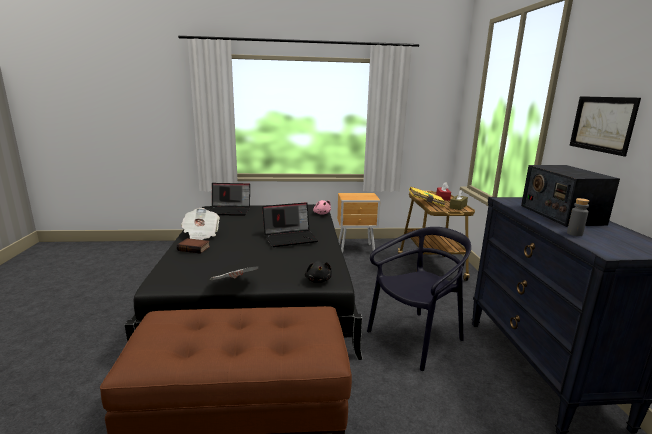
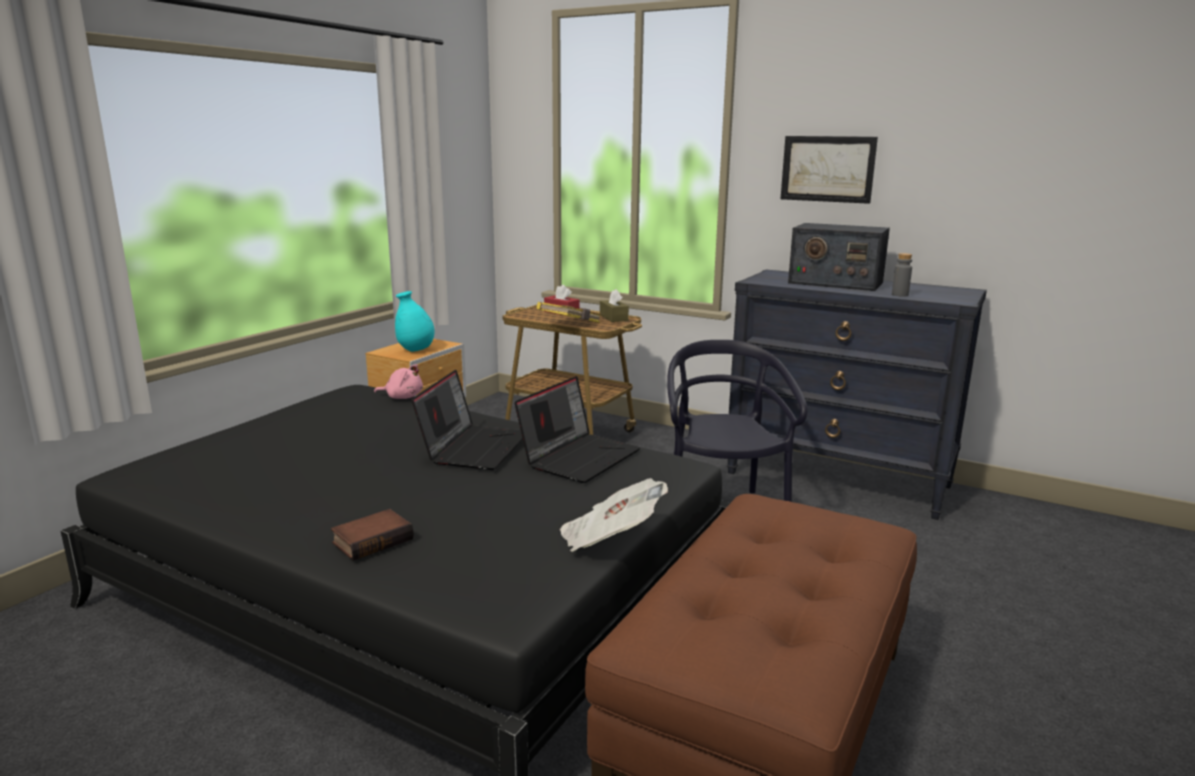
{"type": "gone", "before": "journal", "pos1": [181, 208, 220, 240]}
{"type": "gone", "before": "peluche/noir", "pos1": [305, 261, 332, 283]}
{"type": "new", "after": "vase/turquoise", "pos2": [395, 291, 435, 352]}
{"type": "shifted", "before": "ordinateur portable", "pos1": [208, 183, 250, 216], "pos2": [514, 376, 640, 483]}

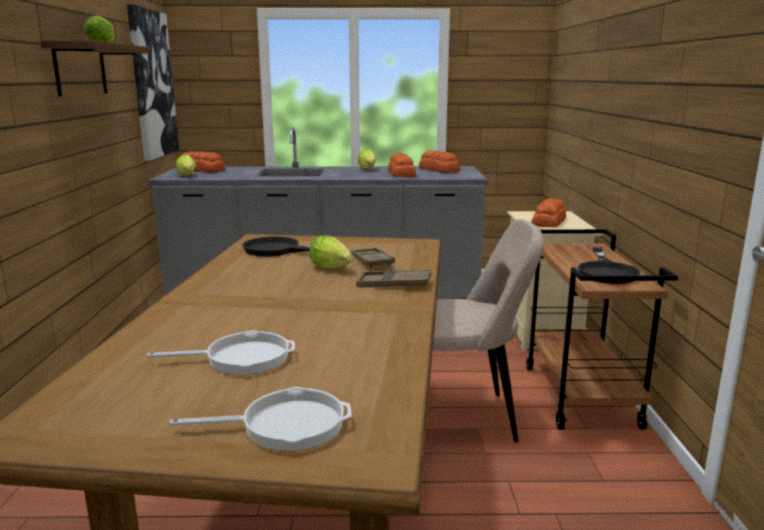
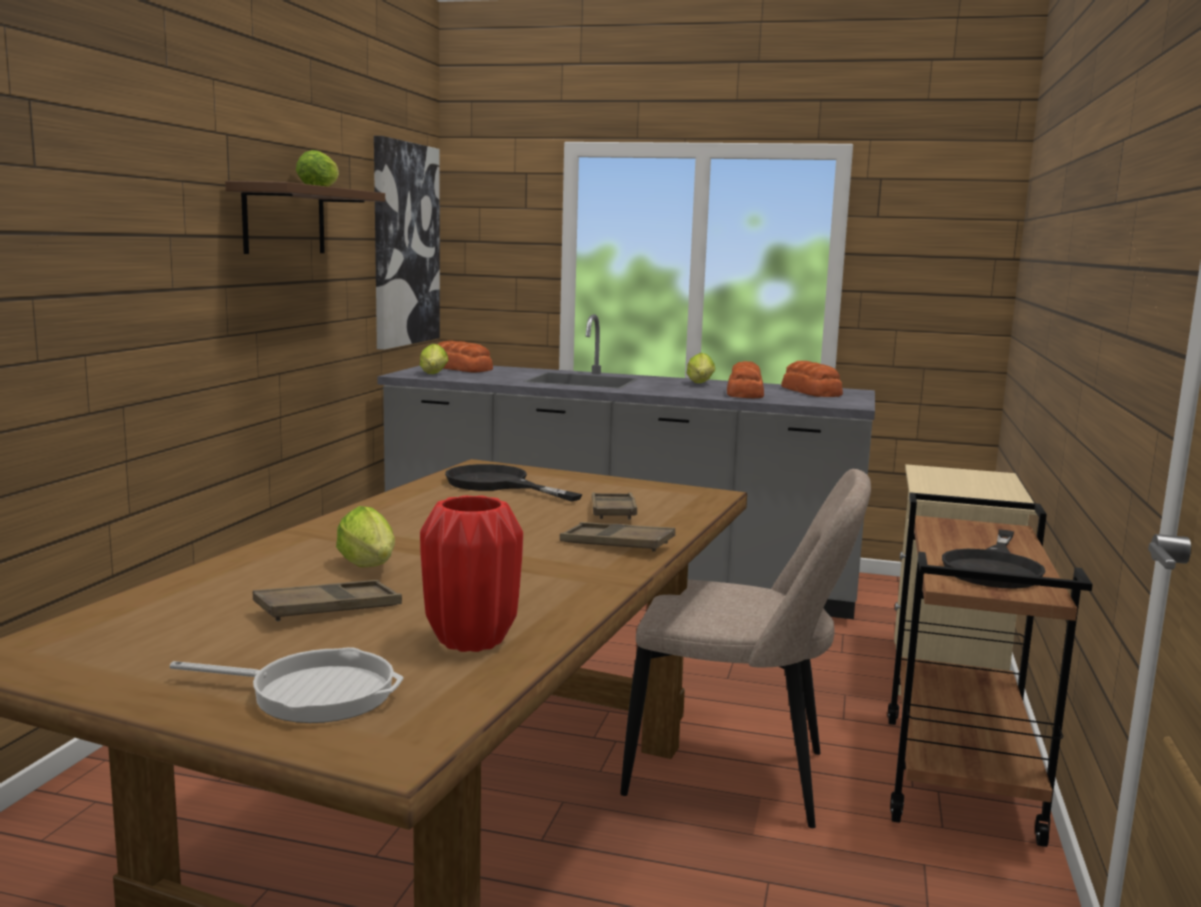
{"type": "gone", "before": "pain", "pos1": [531, 198, 566, 227]}
{"type": "new", "after": "vase/rouge", "pos2": [420, 495, 523, 652]}
{"type": "shifted", "before": "laitue", "pos1": [309, 235, 352, 269], "pos2": [336, 506, 395, 568]}
{"type": "swapped", "before": "poêle", "after": "plateau/marron", "pos1": [147, 330, 295, 375], "pos2": [253, 580, 402, 621]}

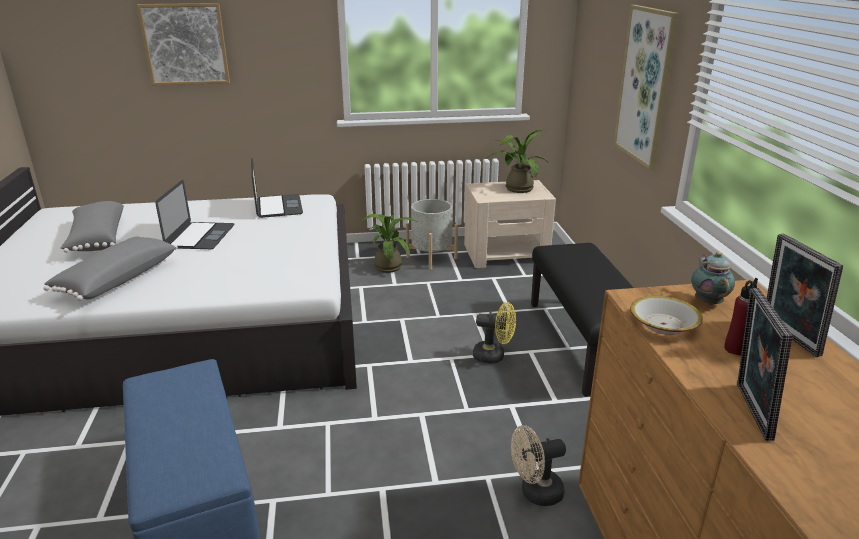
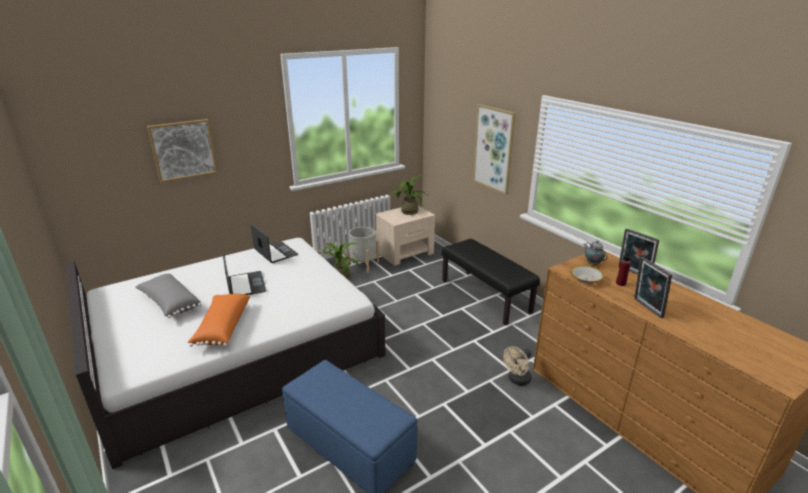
{"type": "gone", "before": "ventilateur/jaune", "pos1": [473, 302, 516, 364]}
{"type": "repainted", "before": "coussin/gris", "after": "coussin/orange", "pos1": [43, 236, 178, 300], "pos2": [188, 294, 250, 347]}

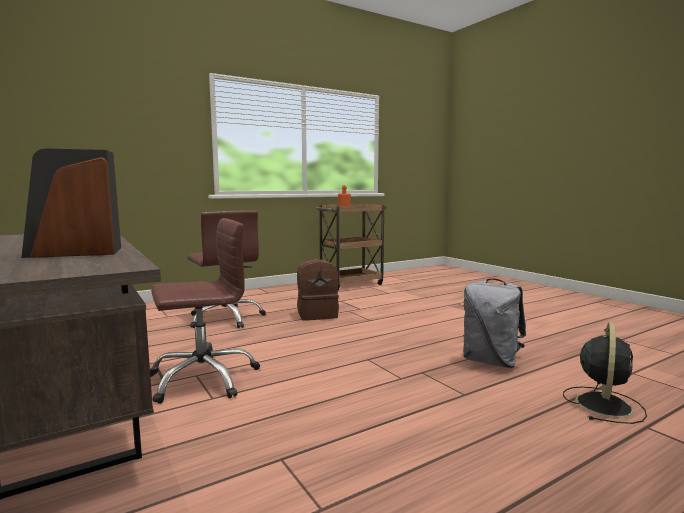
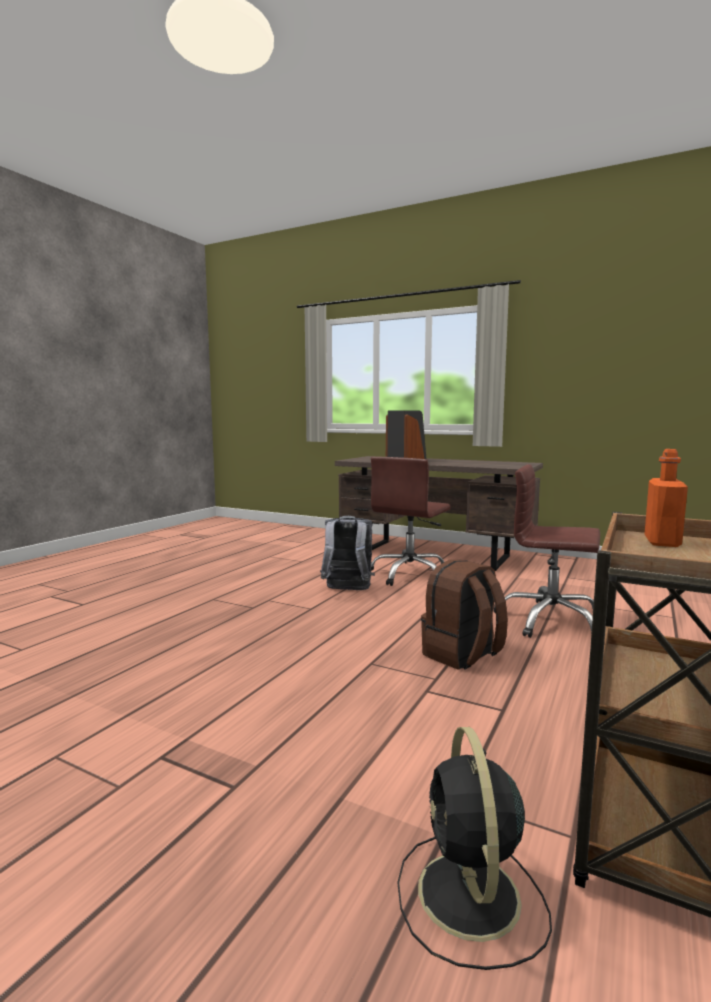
{"type": "shifted", "before": "sac à dos/gris", "pos1": [463, 278, 526, 368], "pos2": [320, 516, 375, 590]}
{"type": "shifted", "before": "ventilateur/noir", "pos1": [563, 322, 647, 424], "pos2": [397, 727, 552, 970]}

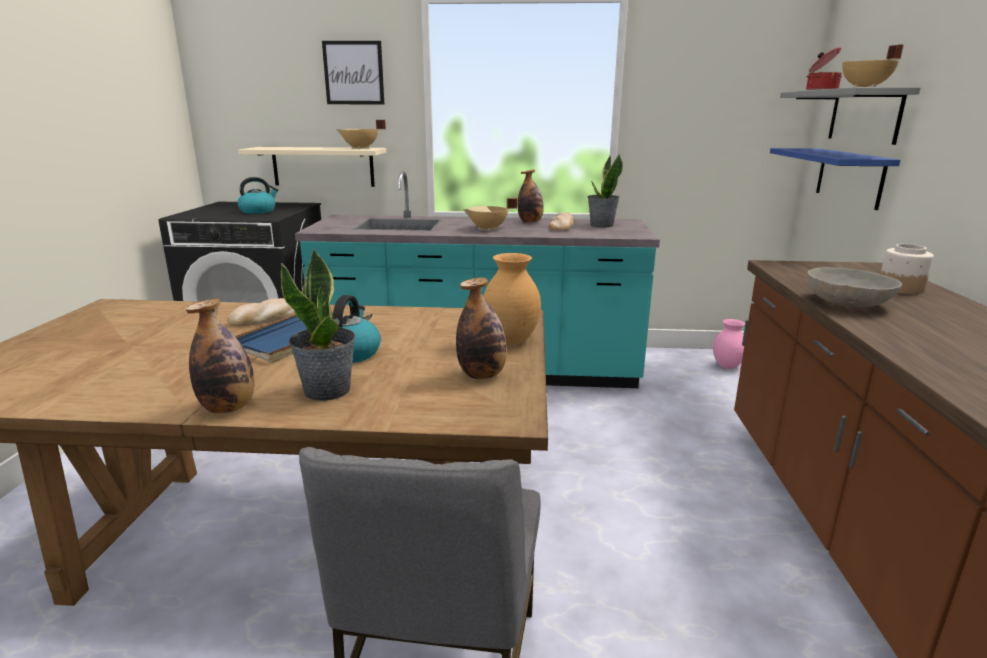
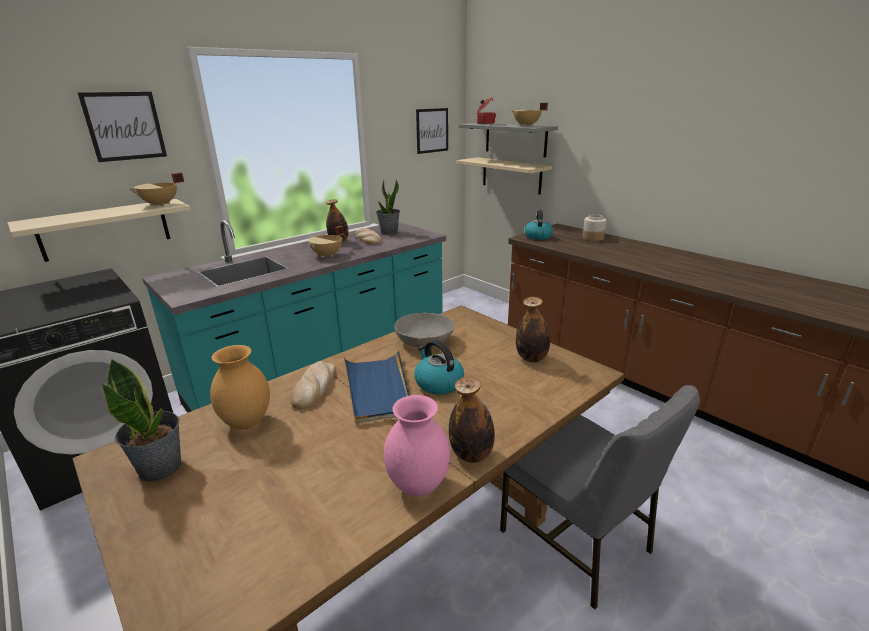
{"type": "new", "after": "tableau", "pos2": [416, 108, 448, 154]}
{"type": "shifted", "before": "bouilloire", "pos1": [237, 177, 278, 214], "pos2": [524, 210, 553, 240]}
{"type": "shifted", "before": "plante en pot", "pos1": [281, 248, 356, 401], "pos2": [102, 358, 181, 482]}
{"type": "shifted", "before": "vase/marron", "pos1": [484, 253, 541, 345], "pos2": [210, 345, 270, 429]}
{"type": "shifted", "before": "vase/rose", "pos1": [713, 319, 745, 369], "pos2": [384, 395, 450, 496]}
{"type": "shifted", "before": "bol/gris", "pos1": [807, 267, 902, 307], "pos2": [395, 312, 455, 347]}
{"type": "repainted", "before": "étagère/bleu", "after": "étagère/beige", "pos1": [770, 148, 900, 210], "pos2": [456, 157, 552, 195]}

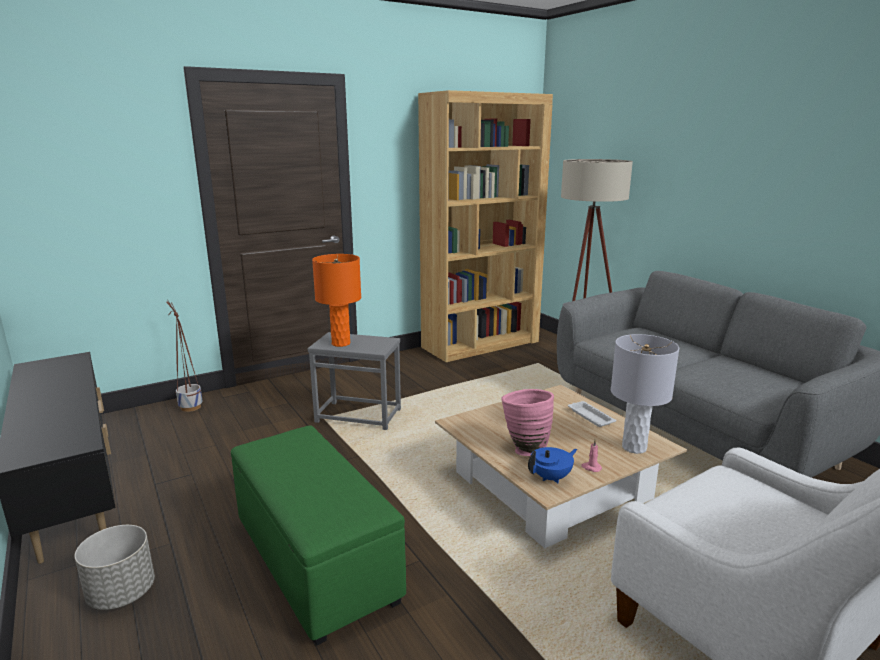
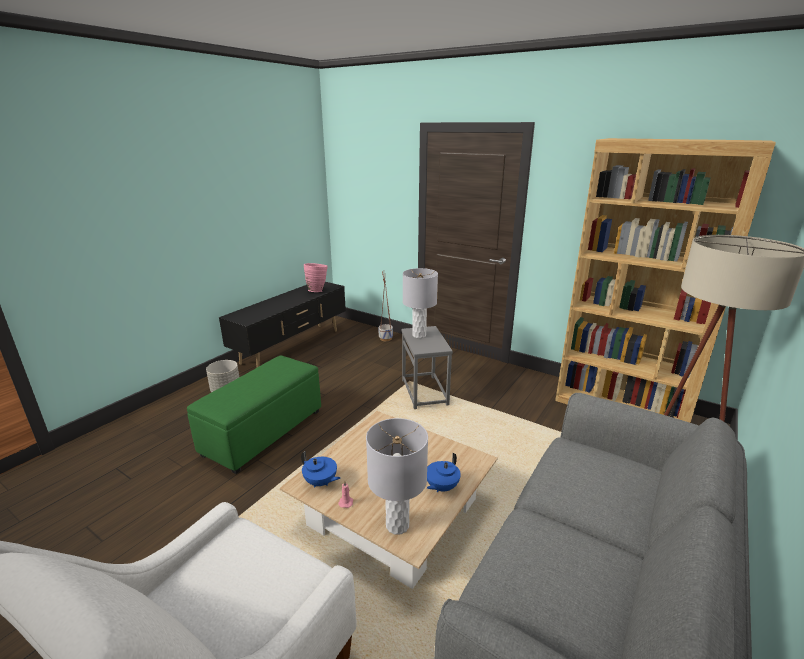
{"type": "shifted", "before": "vase/rose", "pos1": [501, 389, 554, 456], "pos2": [304, 263, 328, 292]}
{"type": "swapped", "before": "plateau/blanc", "after": "théière/bleu", "pos1": [568, 401, 616, 427], "pos2": [427, 453, 461, 493]}
{"type": "repainted", "before": "lampe de table/orange", "after": "lampe de table/gris", "pos1": [312, 254, 361, 347], "pos2": [403, 268, 438, 338]}

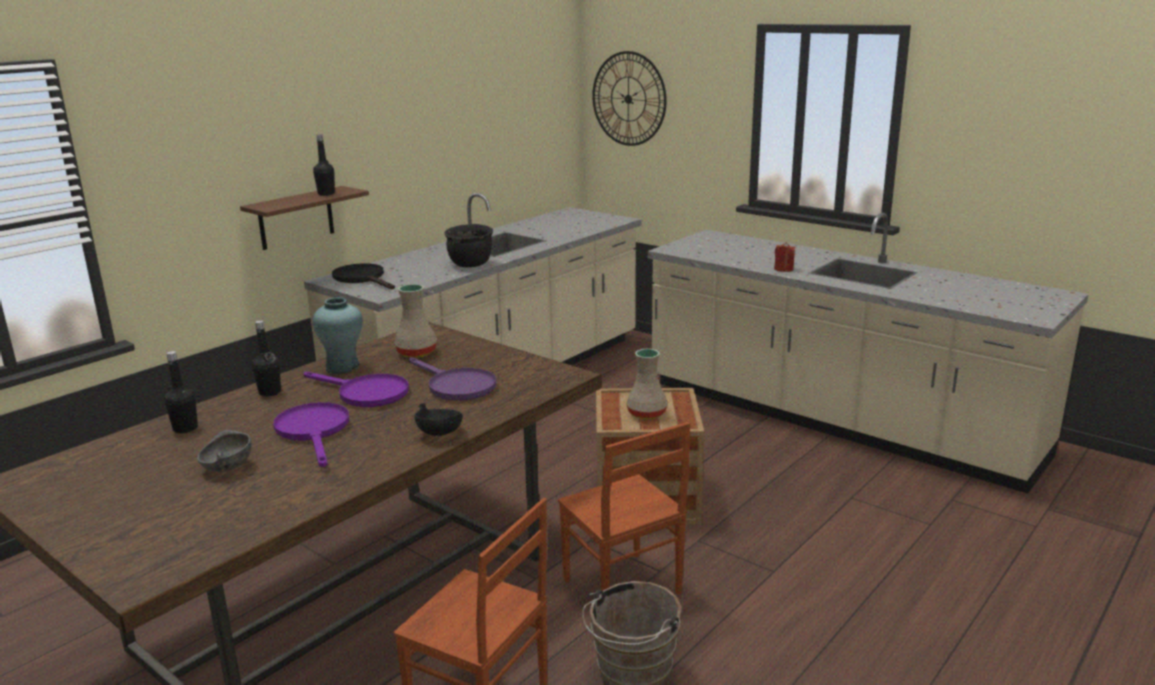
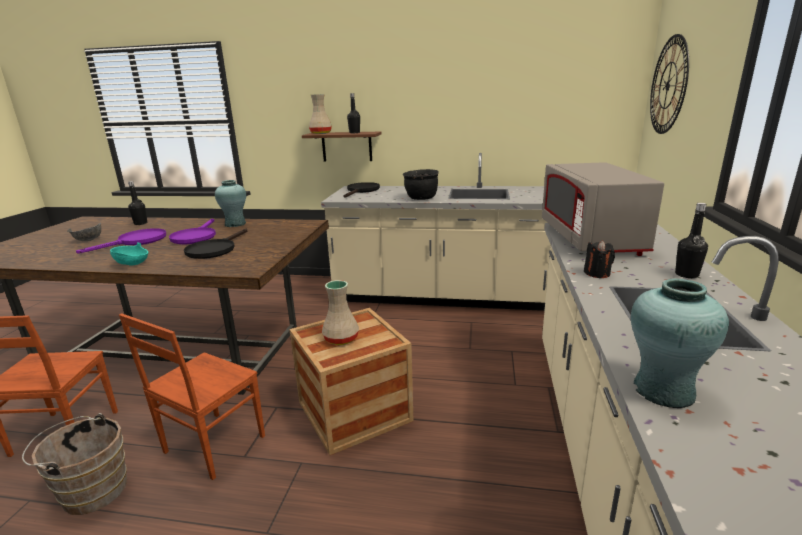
{"type": "new", "after": "micro-ondes/gris", "pos2": [542, 162, 664, 256]}
{"type": "new", "after": "vase/turquoise", "pos2": [631, 278, 729, 408]}
{"type": "shifted", "before": "bouteille/noir", "pos1": [252, 320, 281, 397], "pos2": [675, 203, 708, 278]}
{"type": "shifted", "before": "vase/beige", "pos1": [394, 284, 437, 358], "pos2": [309, 94, 332, 134]}
{"type": "repainted", "before": "poêle/violet", "after": "poêle/noir", "pos1": [409, 357, 497, 401], "pos2": [184, 229, 248, 259]}
{"type": "repainted", "before": "bol/noir", "after": "bol/turquoise", "pos1": [414, 403, 463, 436], "pos2": [110, 242, 148, 265]}
{"type": "repainted", "before": "bougie/rouge", "after": "bougie/noir", "pos1": [774, 242, 796, 272], "pos2": [584, 240, 615, 278]}

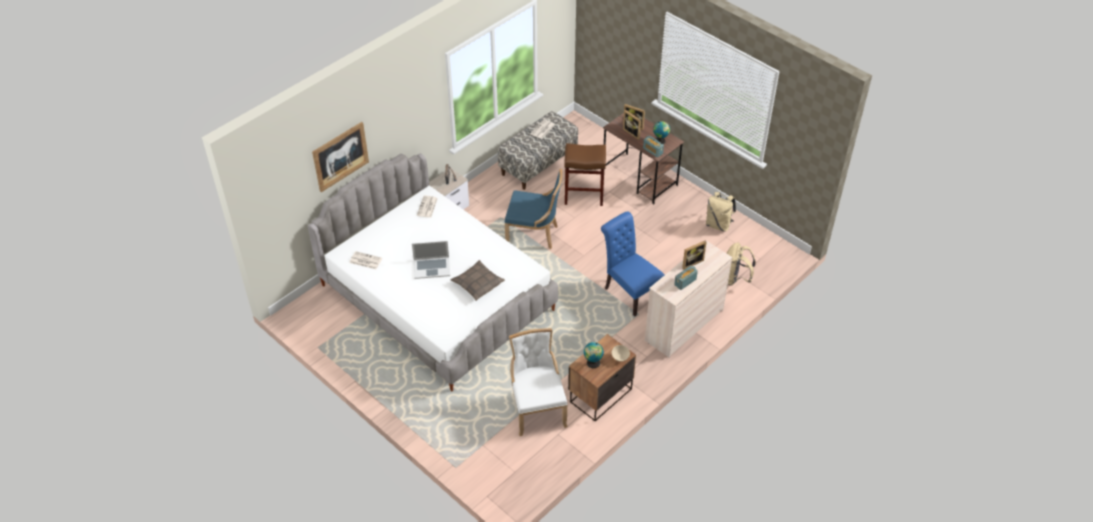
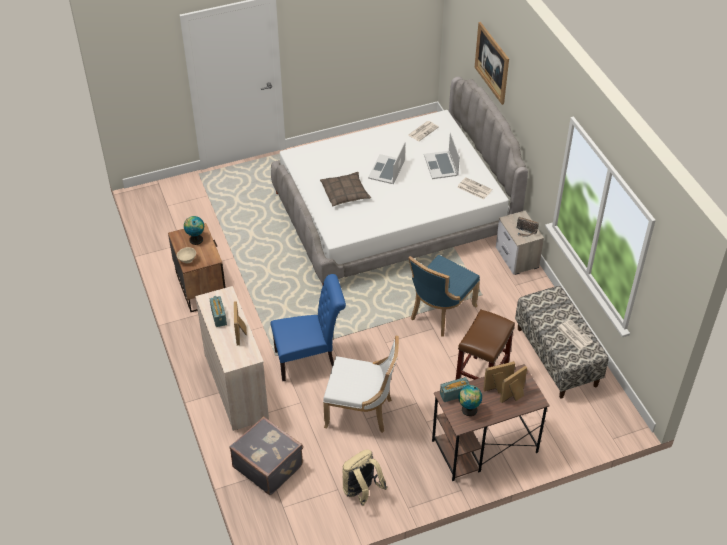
{"type": "new", "after": "ordinateur portable", "pos2": [424, 133, 460, 179]}
{"type": "shifted", "before": "chaise/blanc", "pos1": [509, 328, 568, 436], "pos2": [323, 336, 399, 433]}
{"type": "swapped", "before": "sac à dos/beige", "after": "valise/gris", "pos1": [727, 243, 756, 286], "pos2": [230, 416, 303, 495]}

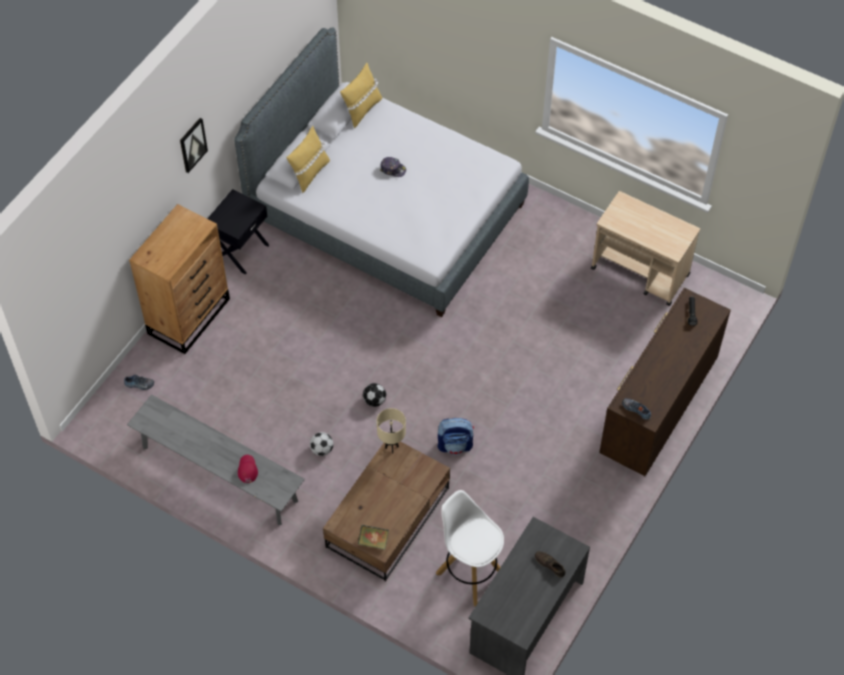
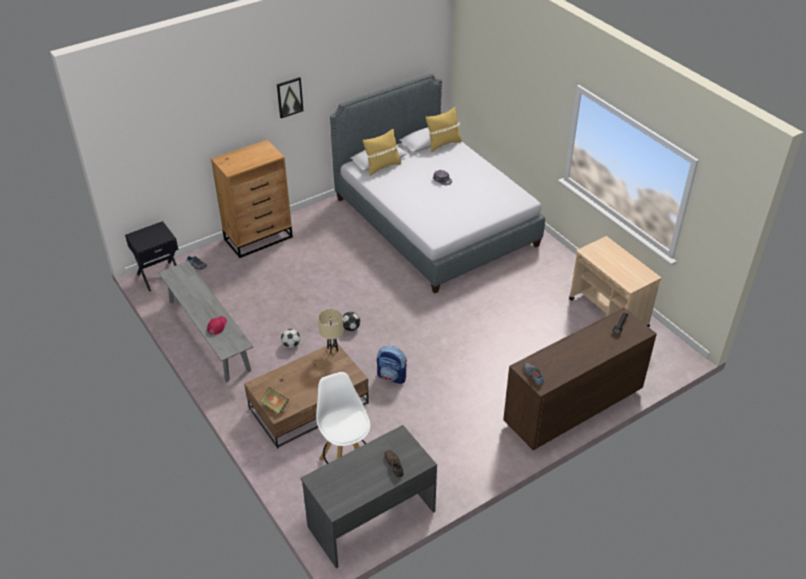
{"type": "shifted", "before": "table de chevet/noir", "pos1": [207, 189, 269, 274], "pos2": [125, 221, 178, 292]}

